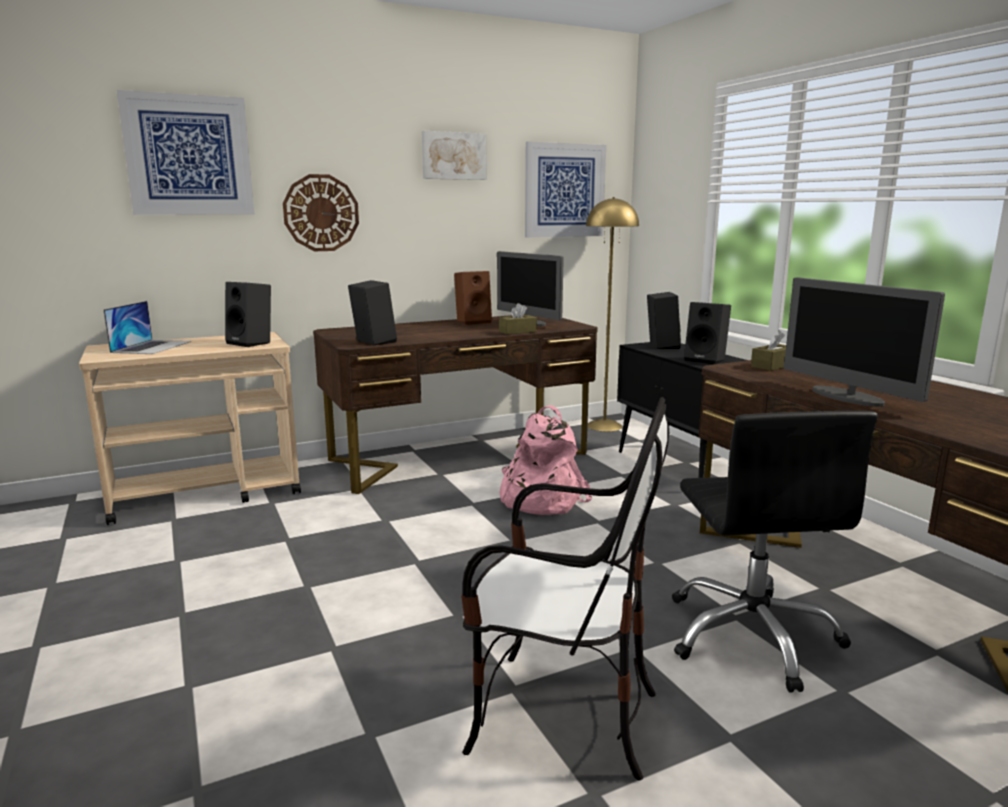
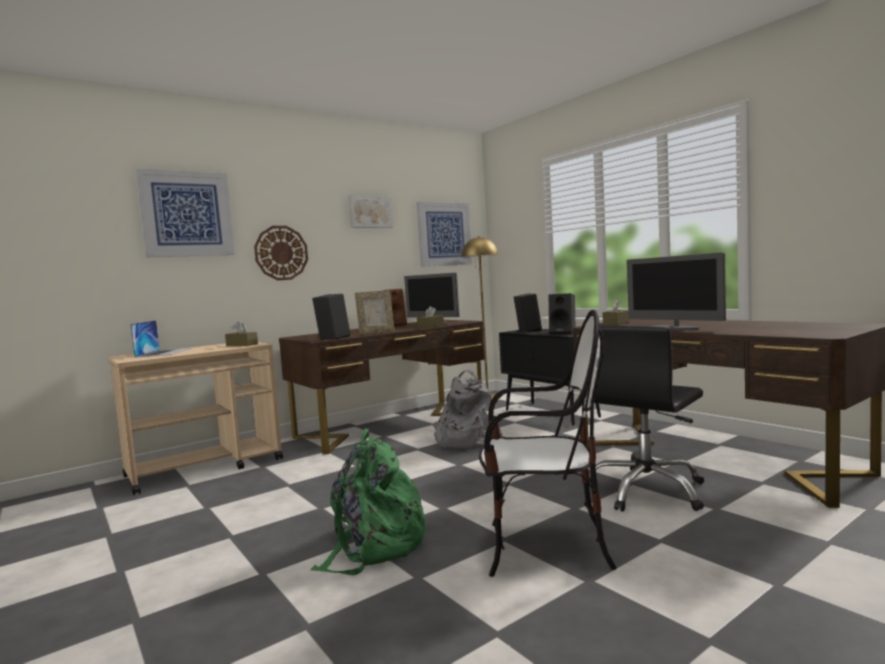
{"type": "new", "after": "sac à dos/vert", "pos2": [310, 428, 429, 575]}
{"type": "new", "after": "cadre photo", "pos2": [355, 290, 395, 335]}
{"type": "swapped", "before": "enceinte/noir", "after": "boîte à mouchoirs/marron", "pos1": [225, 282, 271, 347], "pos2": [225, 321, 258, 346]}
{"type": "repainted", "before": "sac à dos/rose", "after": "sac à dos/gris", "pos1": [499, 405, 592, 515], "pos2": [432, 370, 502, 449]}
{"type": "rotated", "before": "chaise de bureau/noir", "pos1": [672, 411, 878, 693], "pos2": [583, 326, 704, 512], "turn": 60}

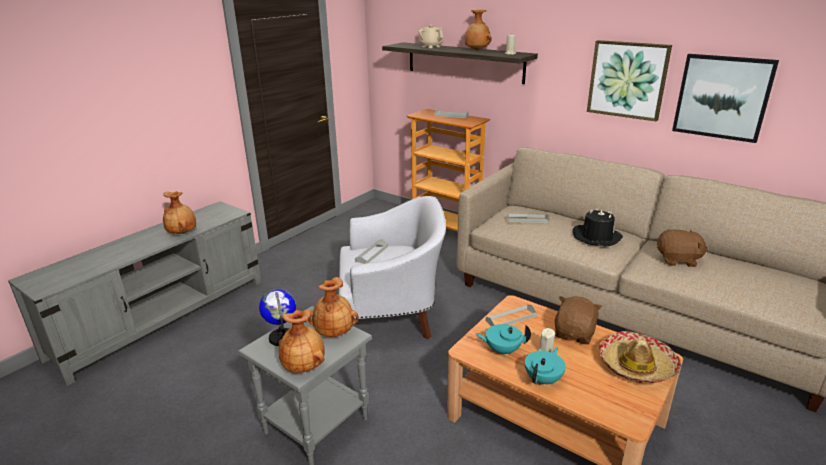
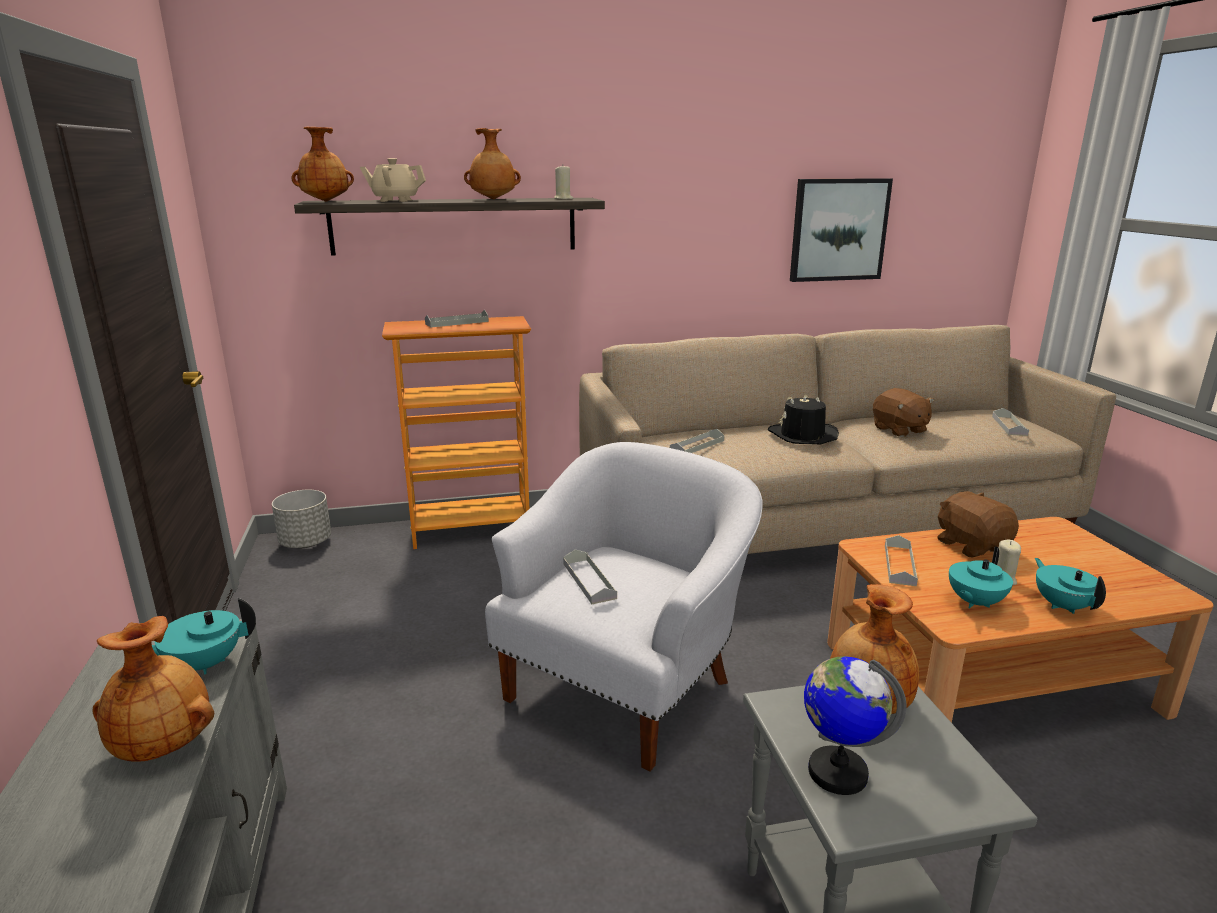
{"type": "gone", "before": "tableau", "pos1": [587, 40, 672, 122]}
{"type": "gone", "before": "chapeau", "pos1": [599, 331, 681, 384]}
{"type": "new", "after": "théière/turquoise", "pos2": [152, 598, 256, 675]}
{"type": "new", "after": "cache-pot/gris", "pos2": [272, 490, 331, 548]}
{"type": "new", "after": "plateau/gris", "pos2": [992, 408, 1029, 436]}
{"type": "shifted", "before": "vase/marron", "pos1": [279, 310, 325, 373], "pos2": [291, 127, 354, 202]}
{"type": "rotated", "before": "peluche/marron", "pos1": [657, 229, 708, 267], "pos2": [873, 388, 934, 437], "turn": 105}

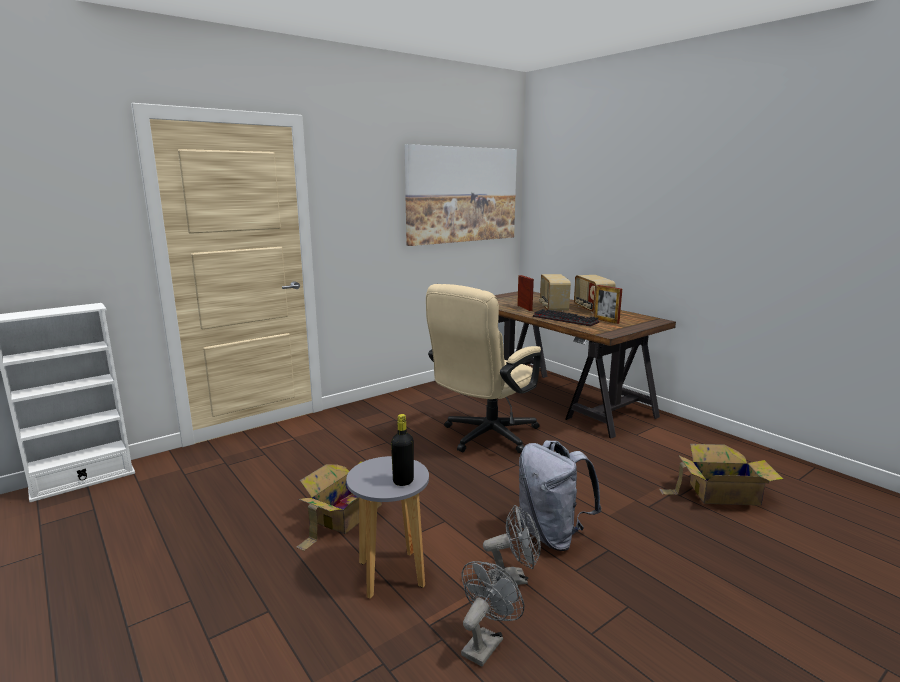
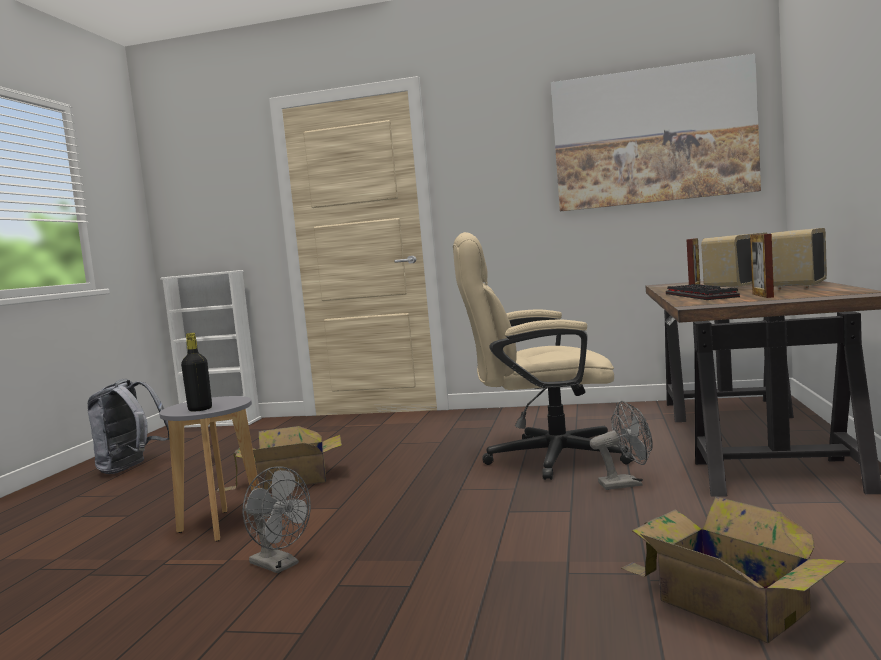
{"type": "shifted", "before": "ventilateur/gris", "pos1": [461, 561, 524, 667], "pos2": [590, 401, 653, 490]}
{"type": "shifted", "before": "sac à dos/gris", "pos1": [519, 440, 601, 551], "pos2": [88, 379, 169, 474]}

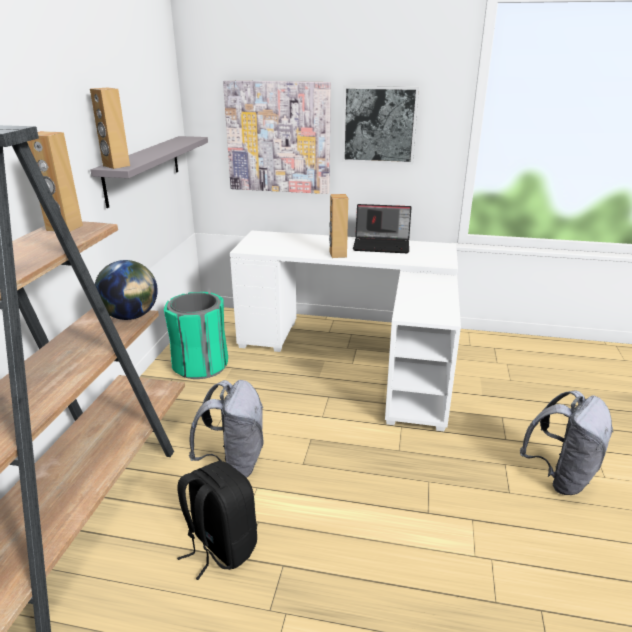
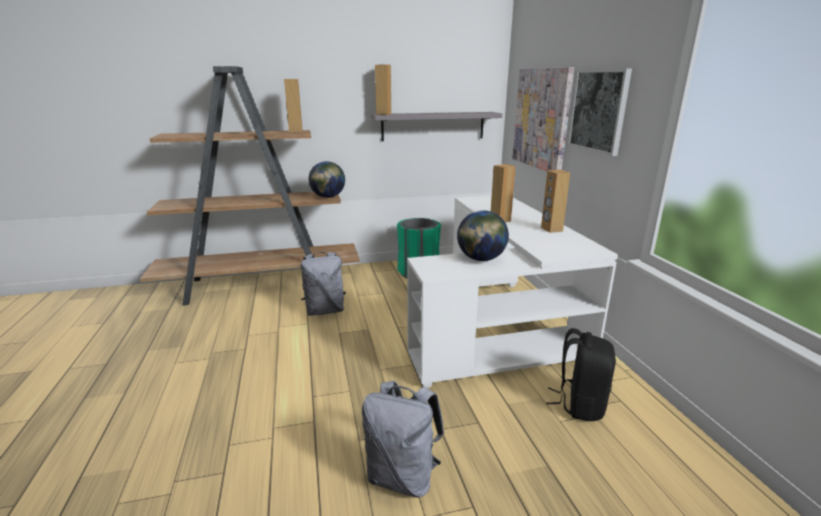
{"type": "new", "after": "globe", "pos2": [457, 210, 509, 261]}
{"type": "shifted", "before": "sac à dos/noir", "pos1": [177, 461, 257, 580], "pos2": [546, 328, 616, 421]}
{"type": "swapped", "before": "ordinateur portable", "after": "enceinte/marron", "pos1": [353, 204, 412, 253], "pos2": [541, 170, 570, 233]}

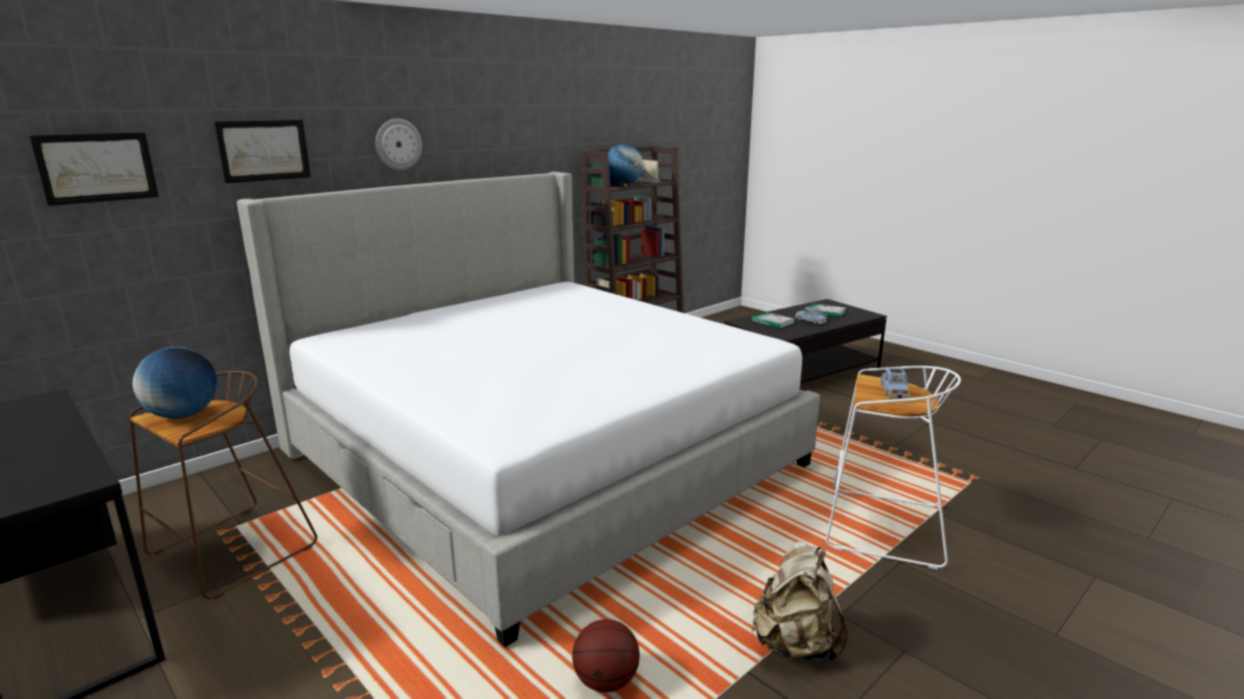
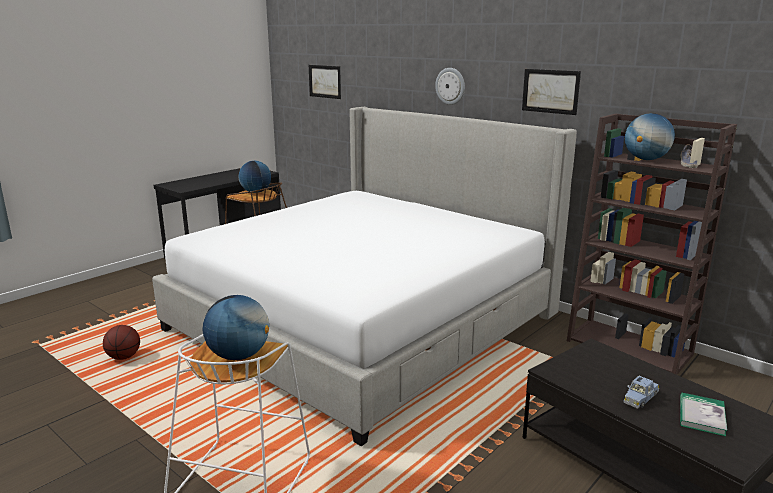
{"type": "gone", "before": "livre", "pos1": [751, 312, 795, 328]}
{"type": "gone", "before": "sac à dos/beige", "pos1": [751, 542, 848, 662]}
{"type": "shifted", "before": "tableau", "pos1": [214, 120, 311, 183], "pos2": [522, 69, 581, 115]}
{"type": "swapped", "before": "petite voiture/bleu", "after": "globe", "pos1": [881, 368, 910, 399], "pos2": [203, 295, 269, 360]}

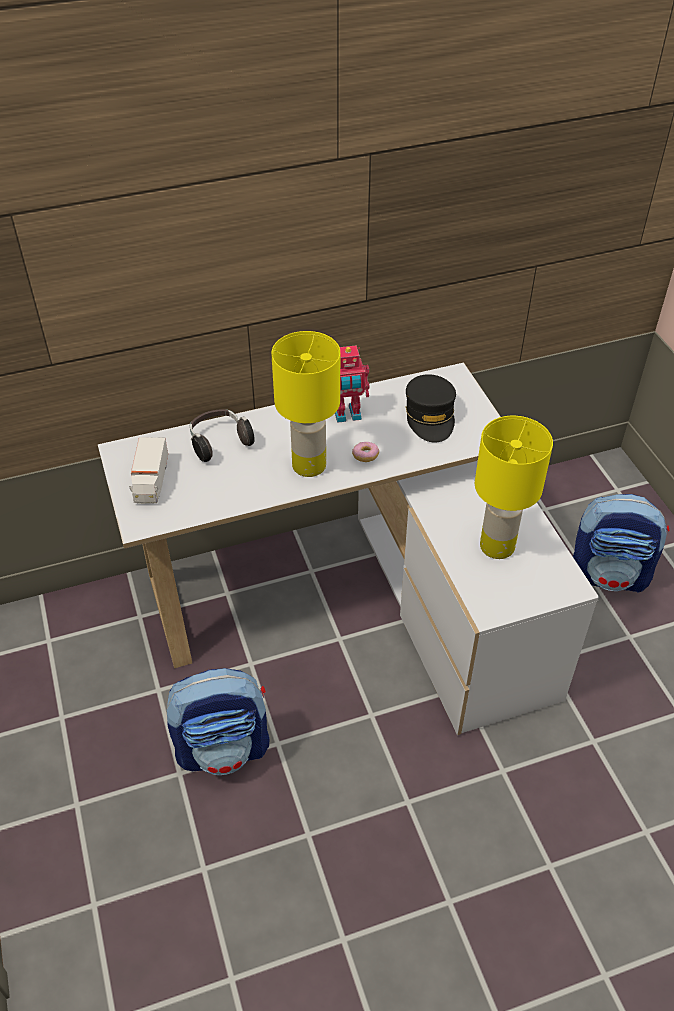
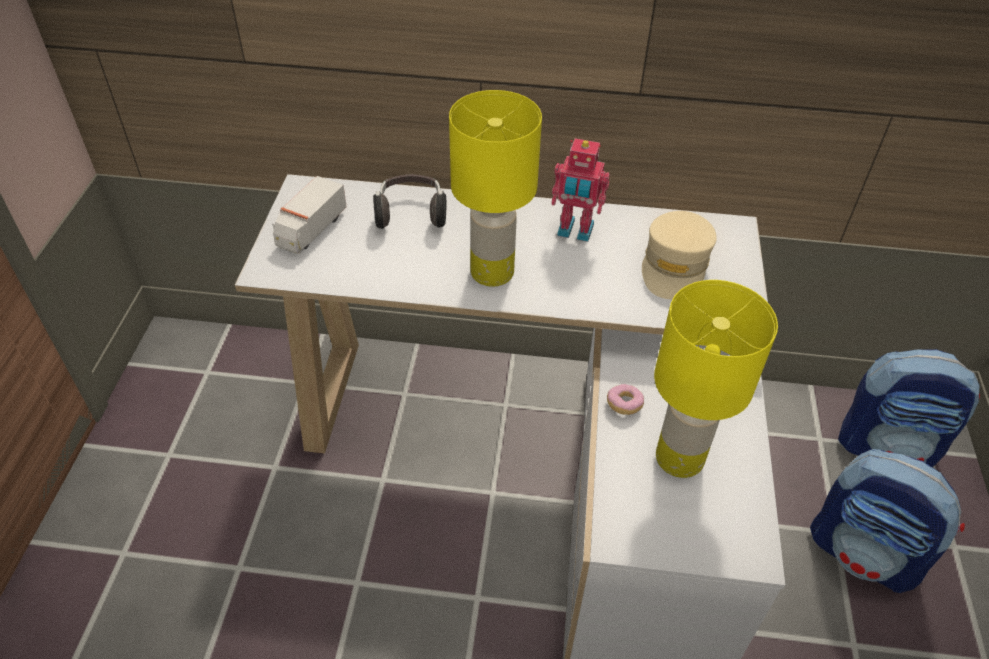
{"type": "shifted", "before": "sac à dos", "pos1": [166, 668, 270, 775], "pos2": [838, 350, 980, 467]}
{"type": "shifted", "before": "beignet", "pos1": [352, 442, 379, 462], "pos2": [607, 384, 644, 415]}
{"type": "repainted", "before": "casquette/noir", "after": "casquette/beige", "pos1": [405, 374, 456, 442], "pos2": [642, 211, 717, 299]}

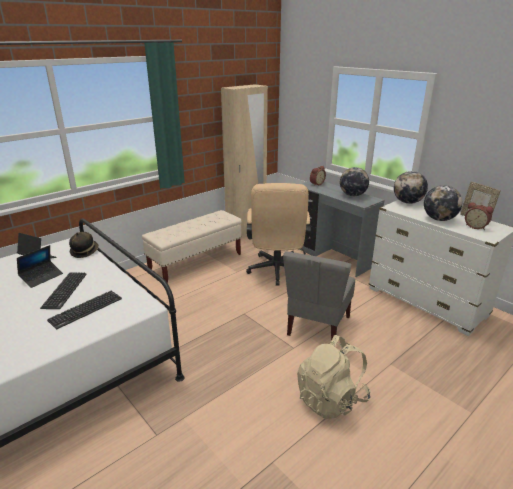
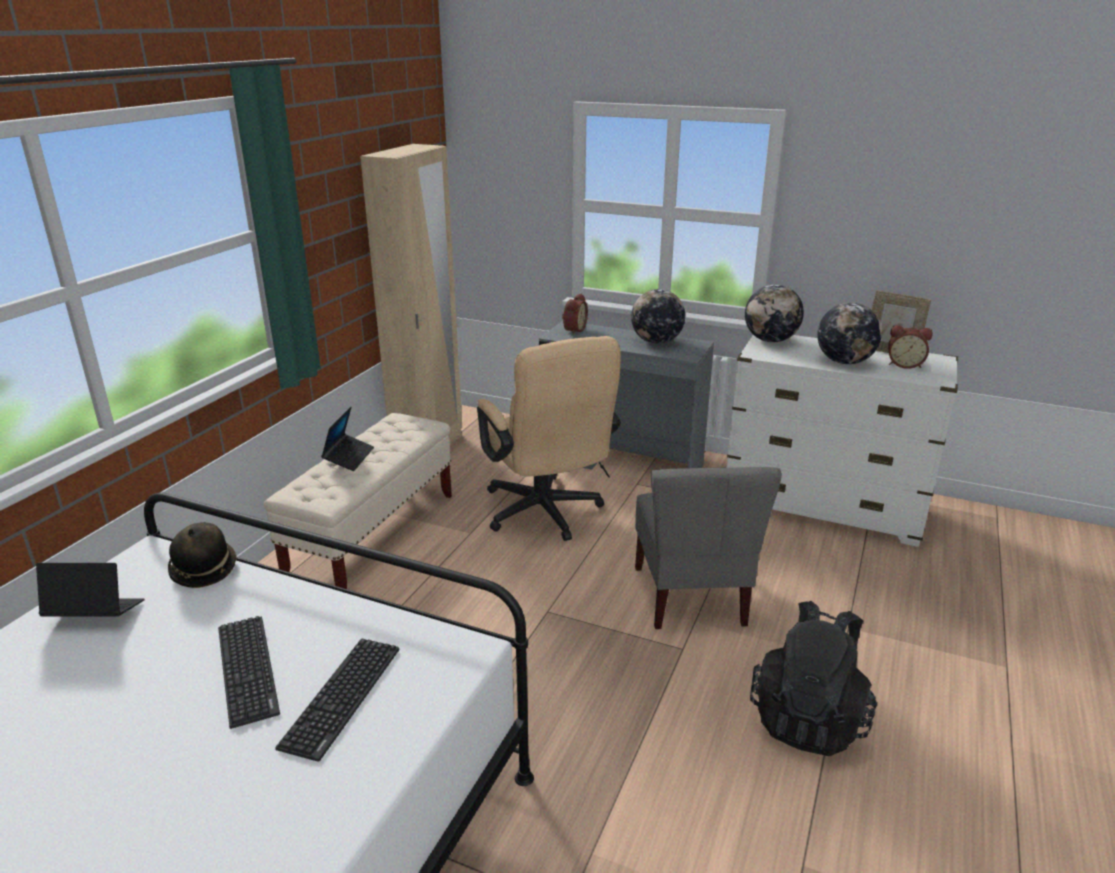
{"type": "shifted", "before": "ordinateur portable", "pos1": [17, 245, 63, 288], "pos2": [321, 407, 374, 471]}
{"type": "repainted", "before": "sac à dos/beige", "after": "sac à dos/noir", "pos1": [297, 335, 371, 419], "pos2": [750, 601, 877, 756]}

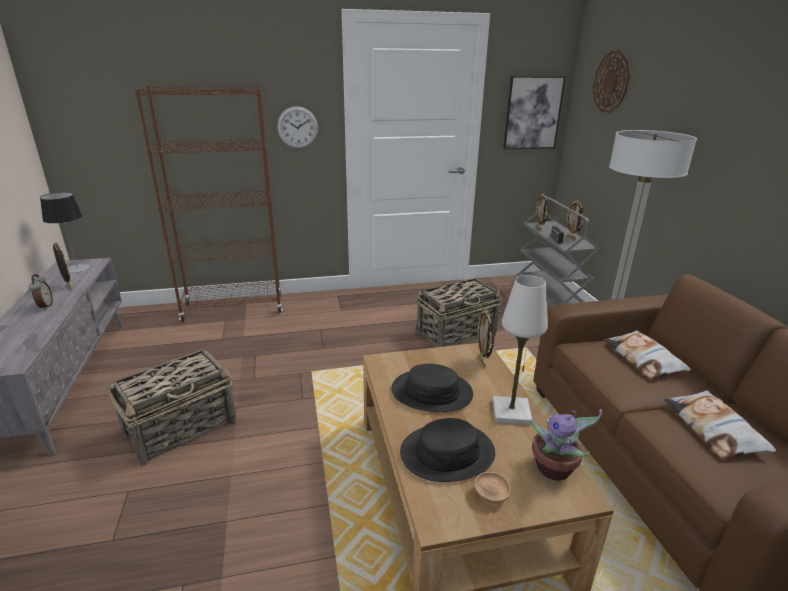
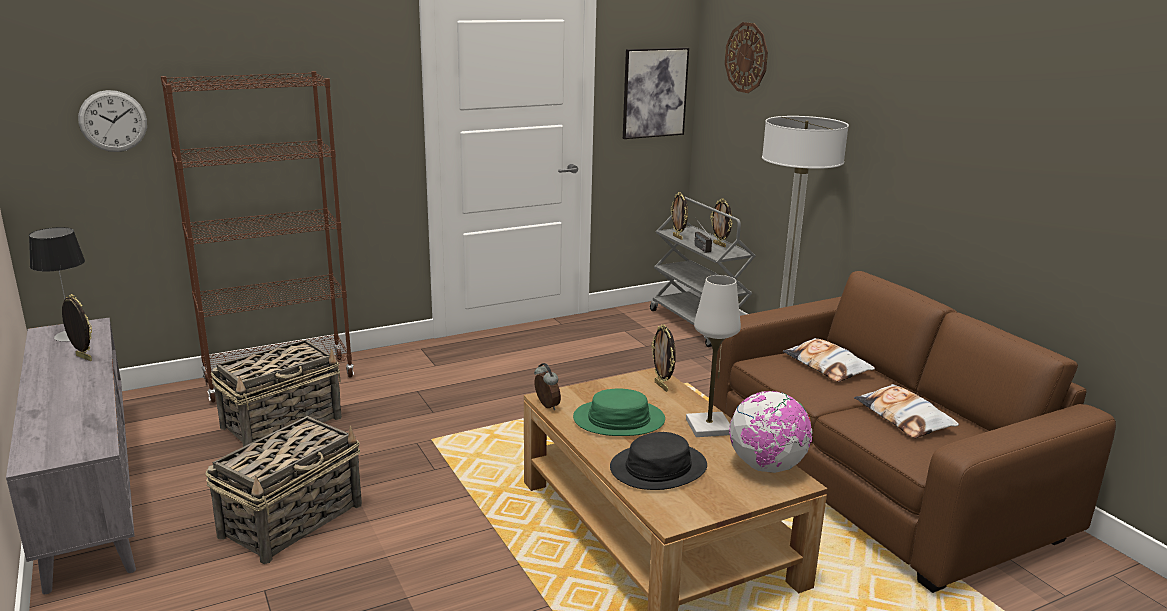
{"type": "gone", "before": "bol/marron", "pos1": [474, 472, 511, 503]}
{"type": "shifted", "before": "réveil", "pos1": [29, 274, 53, 310], "pos2": [534, 363, 561, 410]}
{"type": "shifted", "before": "horloge murale", "pos1": [277, 106, 318, 149], "pos2": [78, 90, 147, 152]}
{"type": "shifted", "before": "panier", "pos1": [417, 278, 502, 347], "pos2": [211, 339, 342, 447]}
{"type": "swapped", "before": "plante en pot", "after": "globe", "pos1": [531, 409, 602, 481], "pos2": [729, 391, 813, 473]}
{"type": "repainted", "before": "chapeau/noir", "after": "chapeau/vert", "pos1": [391, 364, 473, 412], "pos2": [573, 389, 665, 436]}

